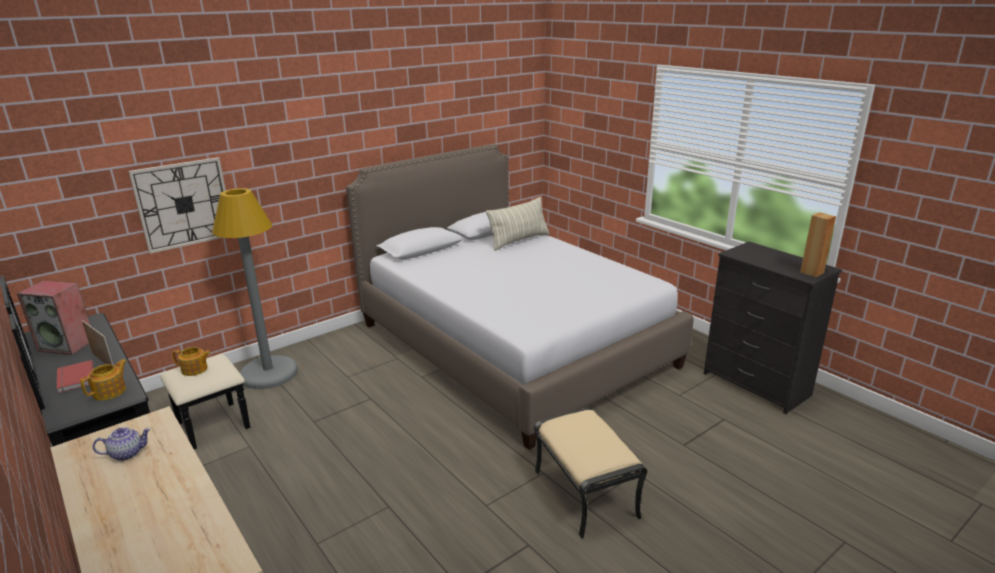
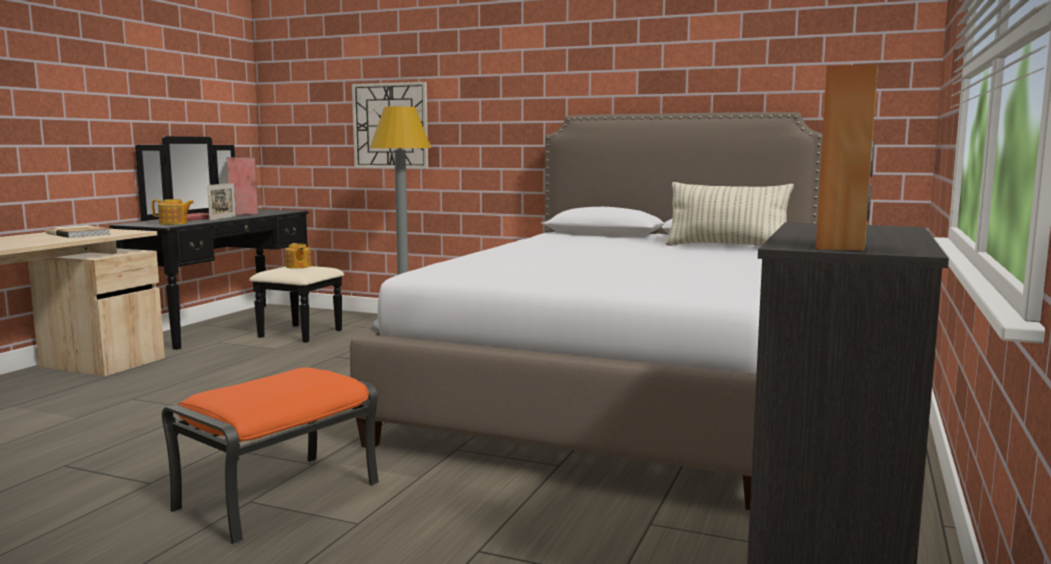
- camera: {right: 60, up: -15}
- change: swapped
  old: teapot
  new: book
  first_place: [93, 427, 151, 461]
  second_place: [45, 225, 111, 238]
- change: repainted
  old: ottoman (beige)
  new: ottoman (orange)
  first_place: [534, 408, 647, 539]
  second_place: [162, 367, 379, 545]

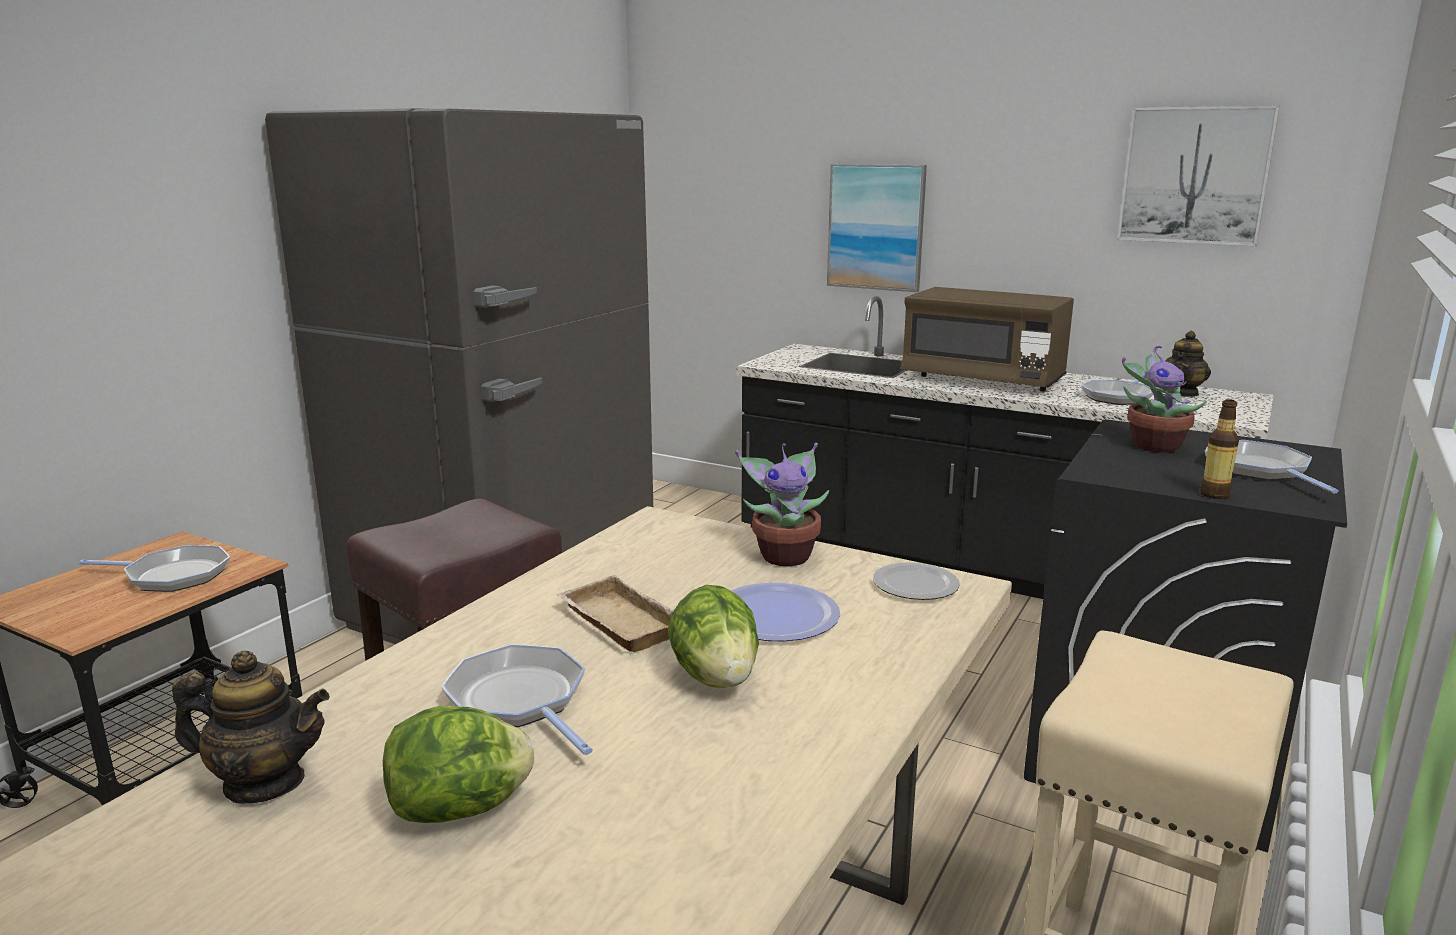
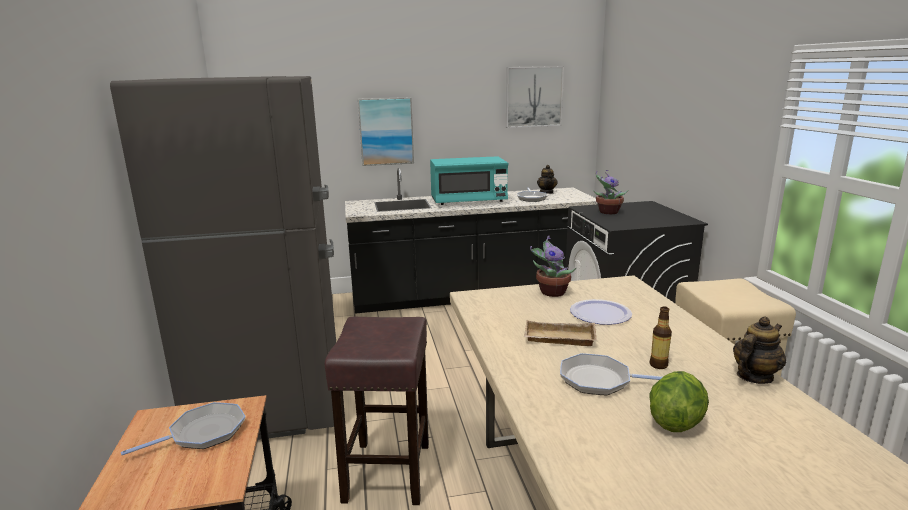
- camera: {right: -40, up: 0}
- change: gone
  old: lettuce
  first_place: [668, 585, 759, 688]
- change: gone
  old: plate
  first_place: [873, 562, 960, 600]
- change: gone
  old: frying pan
  first_place: [1205, 440, 1339, 493]
- change: shifted
  old: teapot
  first_place: [172, 650, 330, 804]
  second_place: [733, 316, 786, 384]
- change: shifted
  old: bottle
  first_place: [1200, 399, 1239, 499]
  second_place: [650, 306, 672, 369]
- change: repainted
  old: microwave (brown)
  new: microwave (turquoise)
  first_place: [901, 287, 1074, 392]
  second_place: [430, 157, 508, 205]

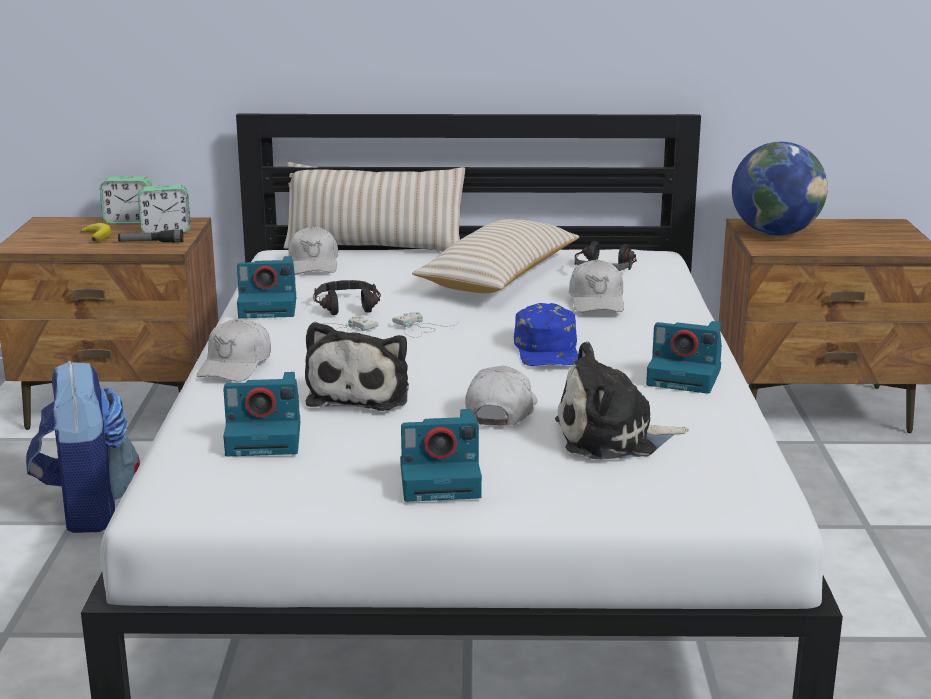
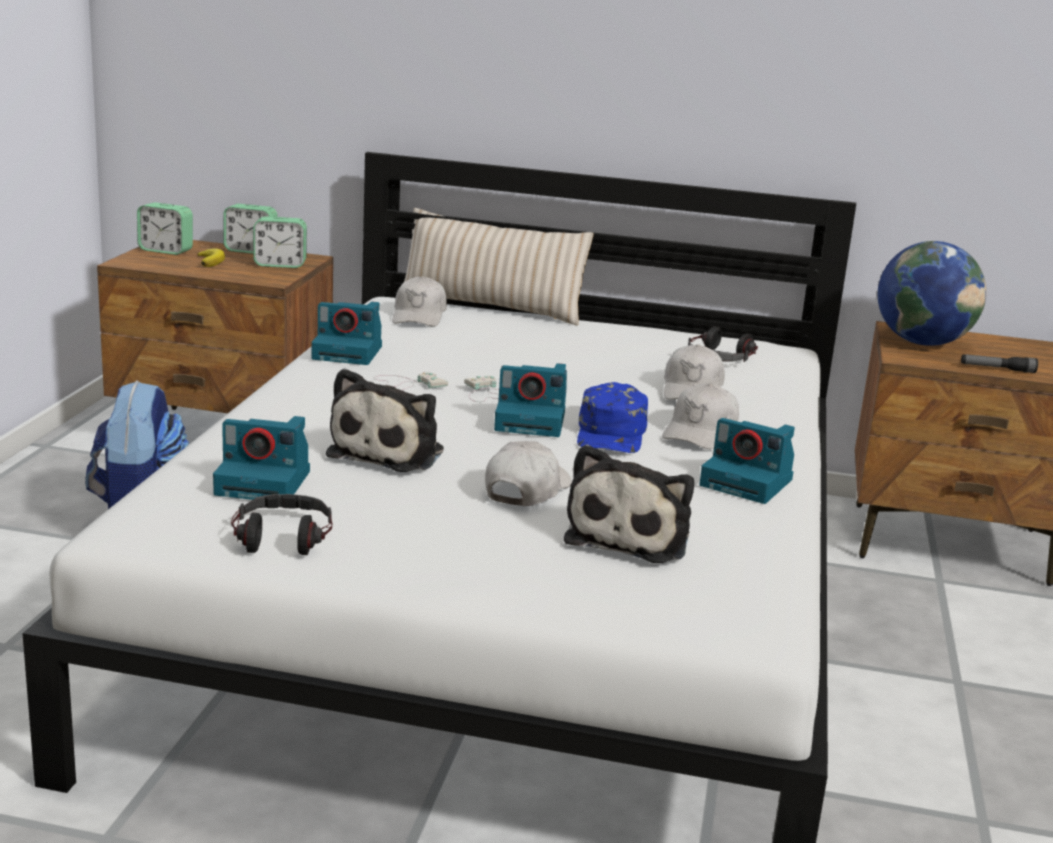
- camera: {right: 10, up: 0}
- change: gone
  old: pillow (beige)
  first_place: [412, 219, 579, 293]
- change: new
  new: alarm clock
  second_place: [137, 202, 193, 255]
- change: shifted
  old: flashlight
  first_place: [118, 229, 184, 243]
  second_place: [961, 354, 1038, 373]
- change: shifted
  old: cap (white)
  first_place: [196, 319, 271, 382]
  second_place: [662, 383, 739, 449]
- change: shifted
  old: headphones
  first_place: [313, 280, 381, 315]
  second_place: [231, 494, 333, 555]
- change: shifted
  old: photo camera
  first_place: [400, 409, 482, 502]
  second_place: [494, 363, 567, 437]
- change: rotated
  old: plush toy
  first_place: [555, 342, 689, 459]
  second_place: [564, 444, 694, 563]
  degrees: -75

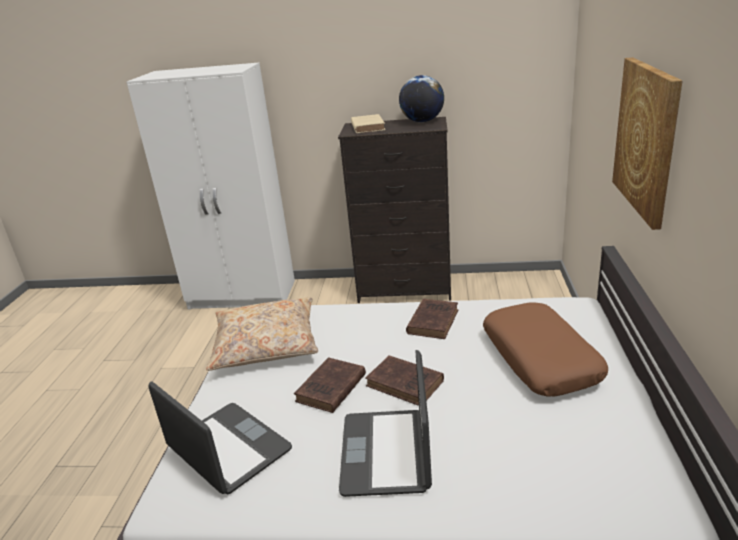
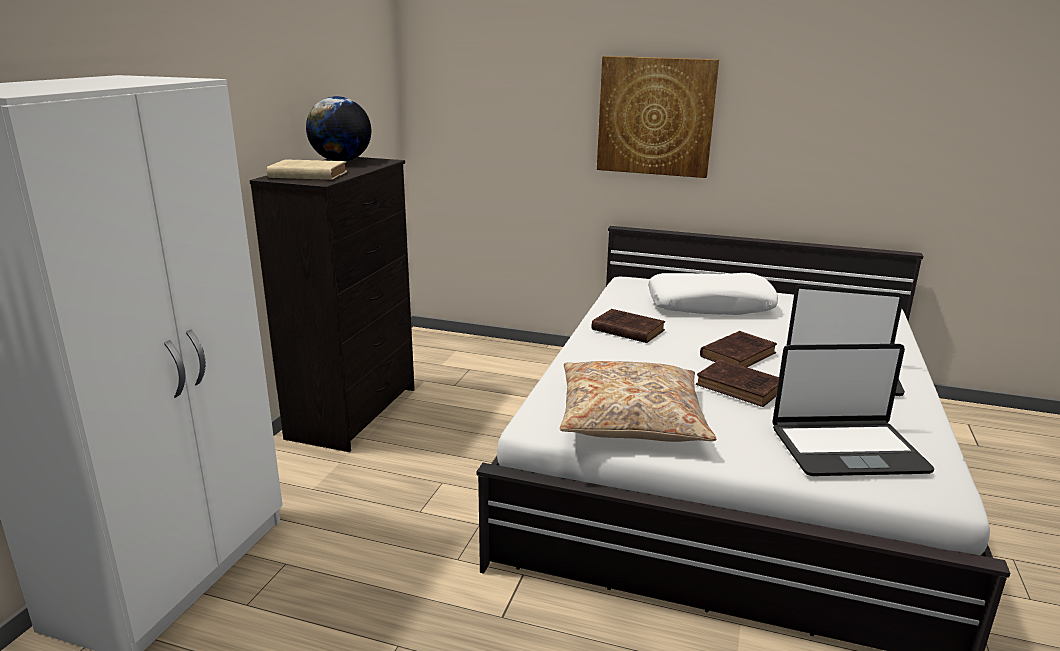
- camera: {right: -80, up: -5}
- change: repainted
  old: pillow (brown)
  new: pillow (white)
  first_place: [483, 302, 608, 397]
  second_place: [648, 273, 778, 315]
- change: rotated
  old: laptop
  first_place: [149, 381, 292, 494]
  second_place: [772, 344, 934, 476]
  degrees: -150

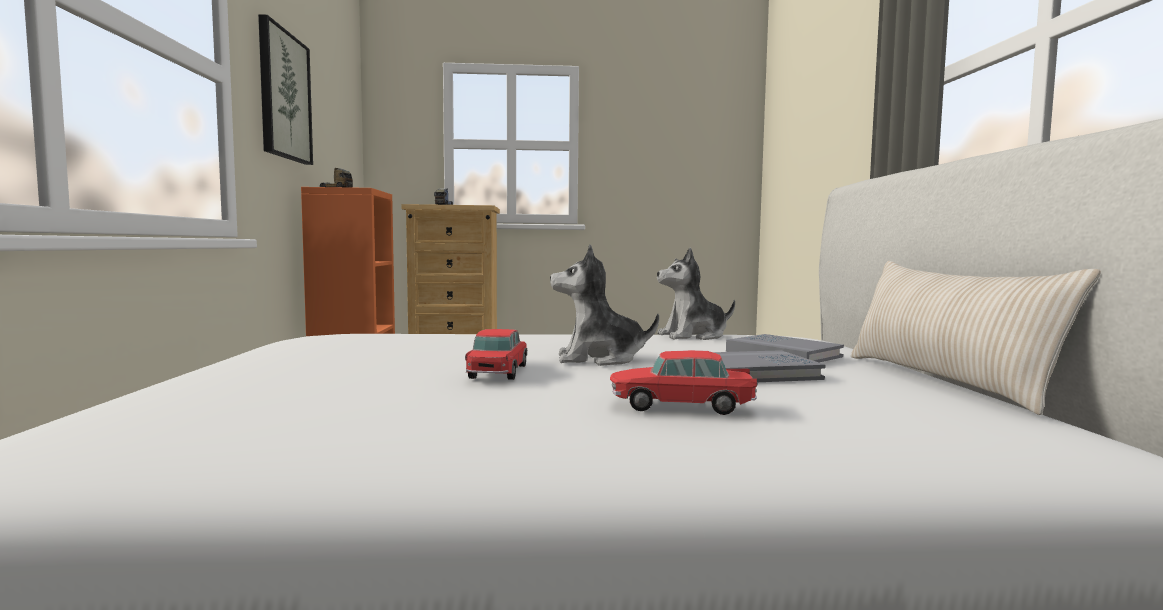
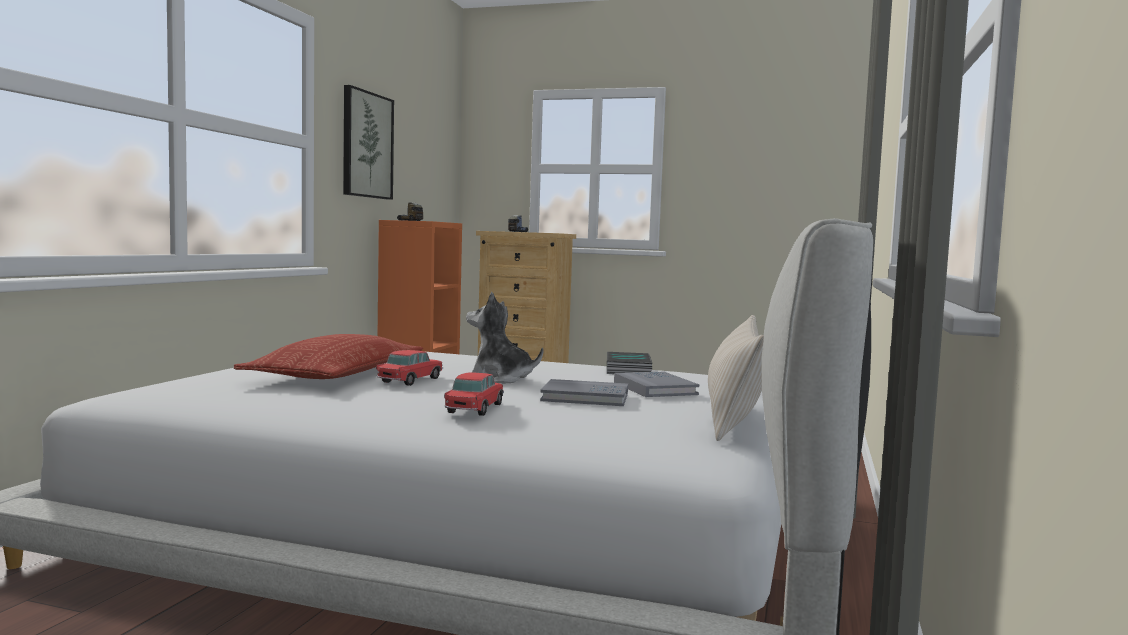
- camera: {right: 20, up: 0}
- change: new
  new: pillow
  second_place: [234, 334, 423, 379]
- change: swapped
  old: plush toy
  new: book
  first_place: [657, 247, 735, 340]
  second_place: [607, 352, 653, 374]
- change: rotated
  old: toy car
  first_place: [610, 350, 757, 415]
  second_place: [444, 373, 504, 416]
  degrees: 75

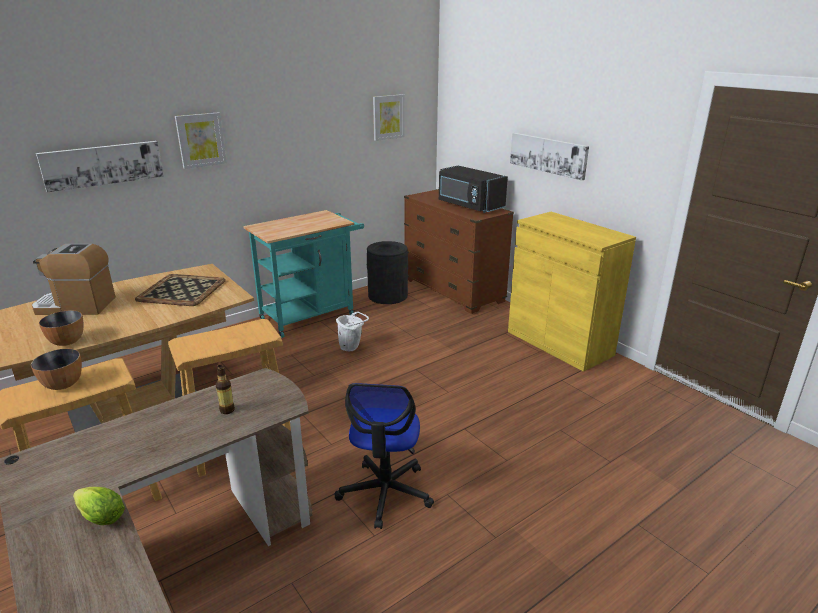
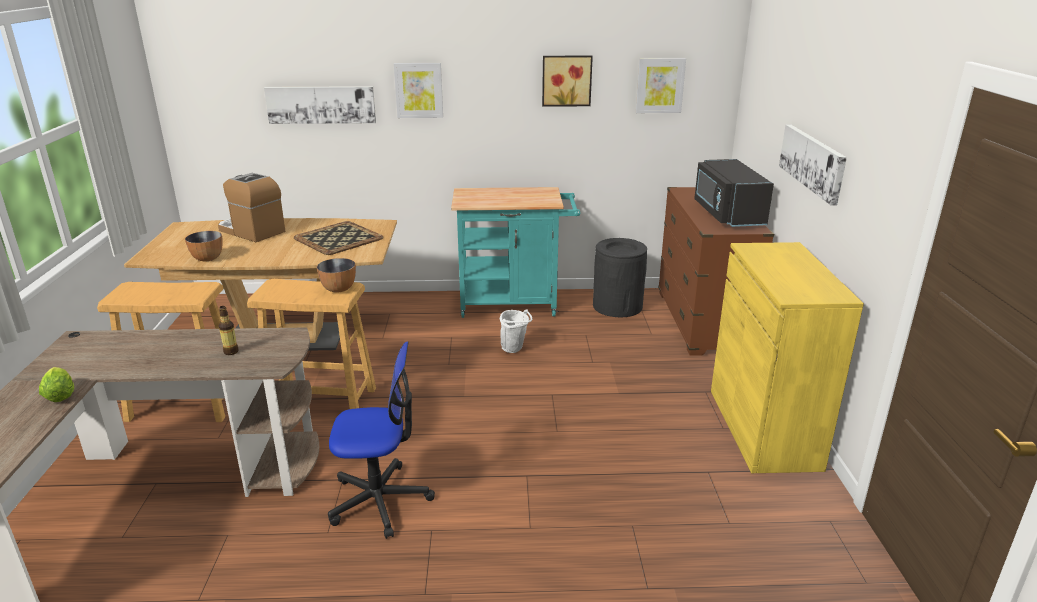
- camera: {right: 35, up: 0}
- change: new
  new: picture
  second_place: [542, 56, 593, 107]
- change: shifted
  old: bowl
  first_place: [31, 349, 82, 390]
  second_place: [317, 258, 356, 293]
- change: rotated
  old: office chair
  first_place: [334, 383, 434, 529]
  second_place: [328, 341, 435, 539]
  degrees: -135

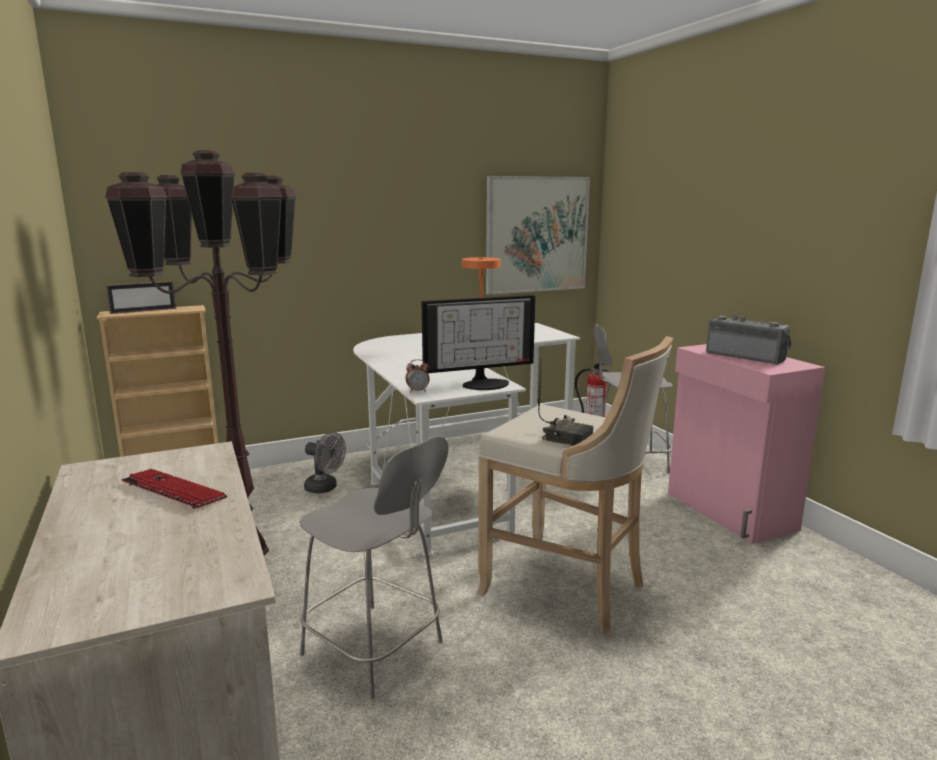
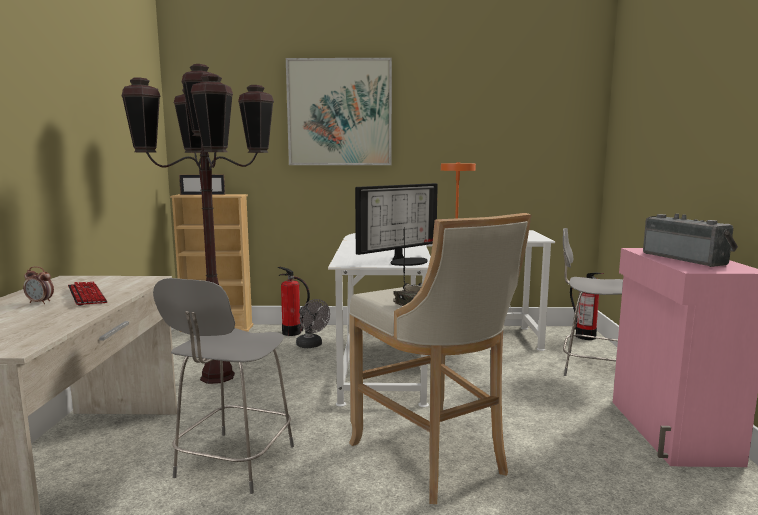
- camera: {right: 25, up: -5}
- change: new
  new: fire extinguisher
  second_place: [277, 267, 310, 336]
- change: shifted
  old: alarm clock
  first_place: [406, 359, 430, 392]
  second_place: [23, 266, 54, 304]
- change: shifted
  old: picture
  first_place: [486, 176, 590, 295]
  second_place: [286, 58, 392, 165]
- change: rotated
  old: chair (grey)
  first_place: [300, 436, 449, 699]
  second_place: [153, 278, 294, 494]
  degrees: 45
- change: rotated
  old: monitor
  first_place: [422, 295, 535, 390]
  second_place: [355, 183, 438, 266]
  degrees: -45

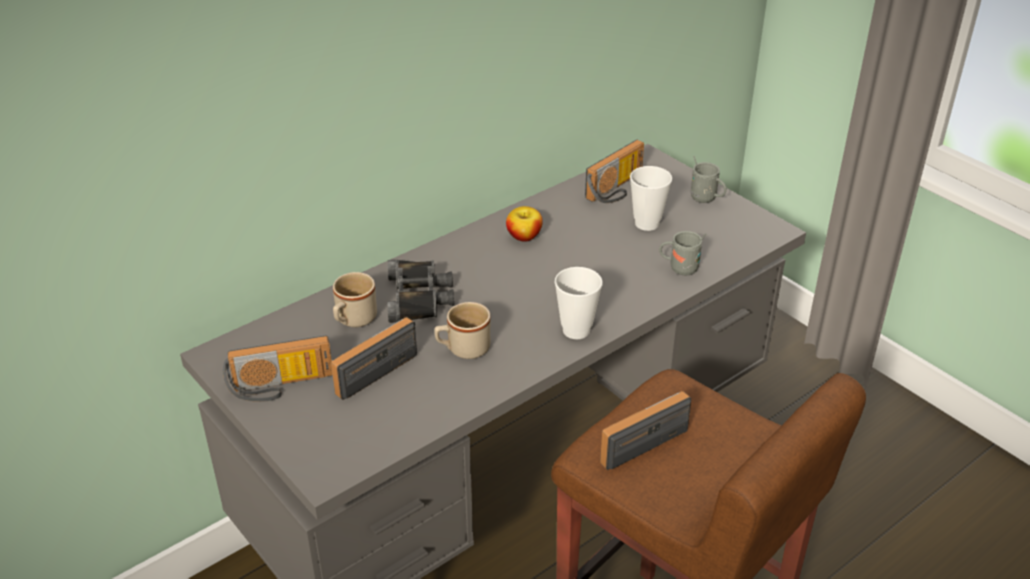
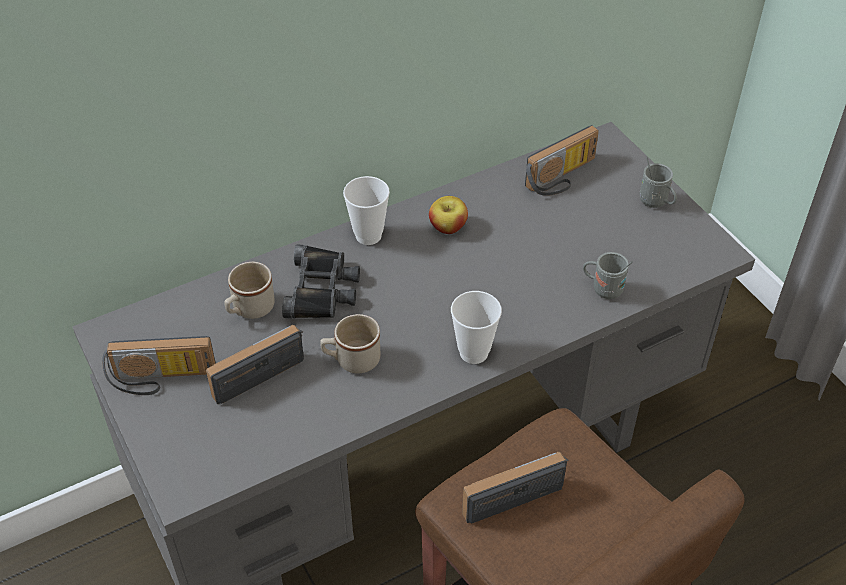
- camera: {right: 10, up: 10}
- change: shifted
  old: cup
  first_place: [630, 166, 672, 231]
  second_place: [343, 176, 390, 245]

